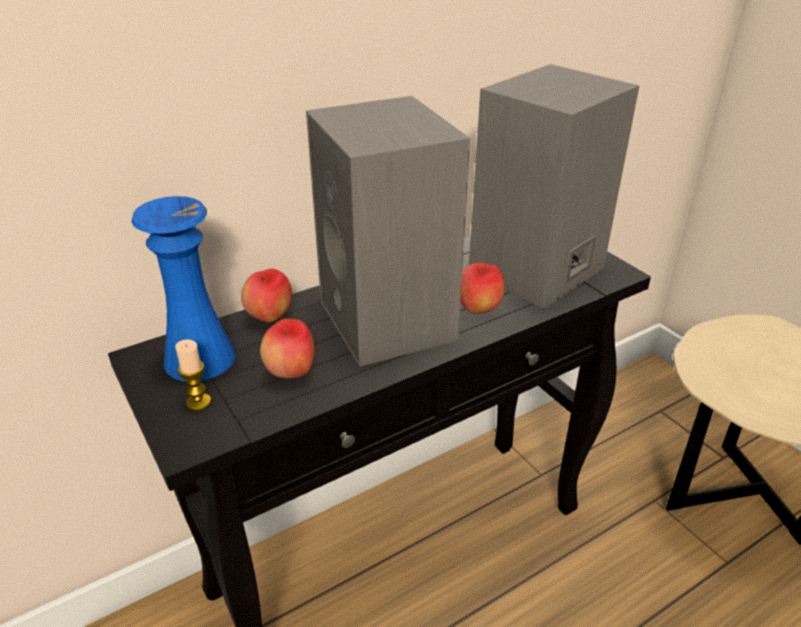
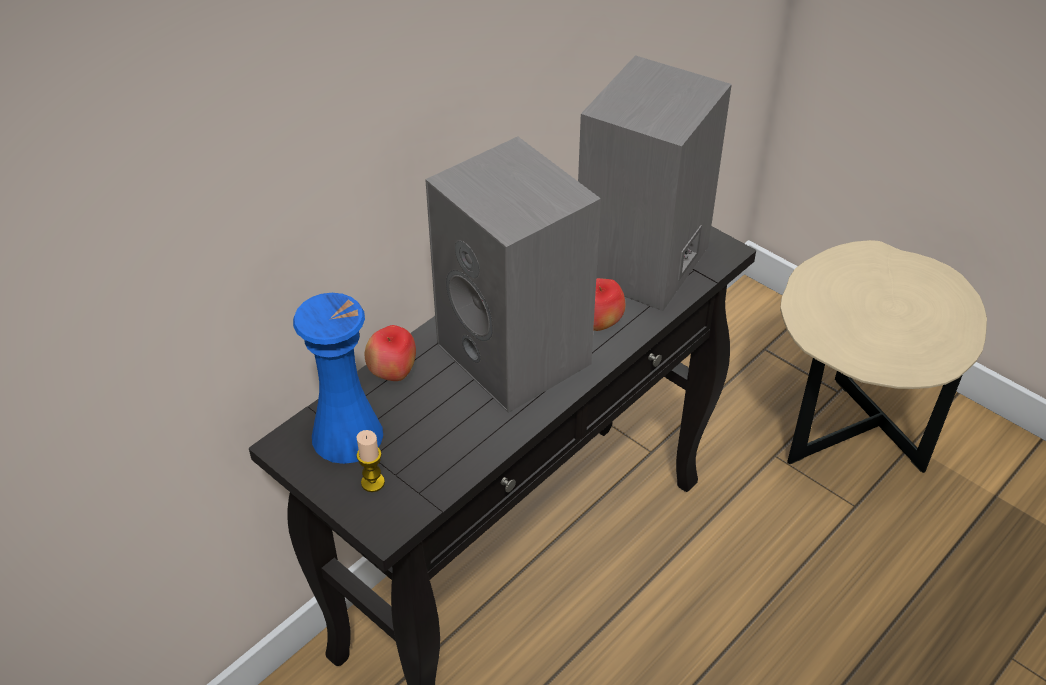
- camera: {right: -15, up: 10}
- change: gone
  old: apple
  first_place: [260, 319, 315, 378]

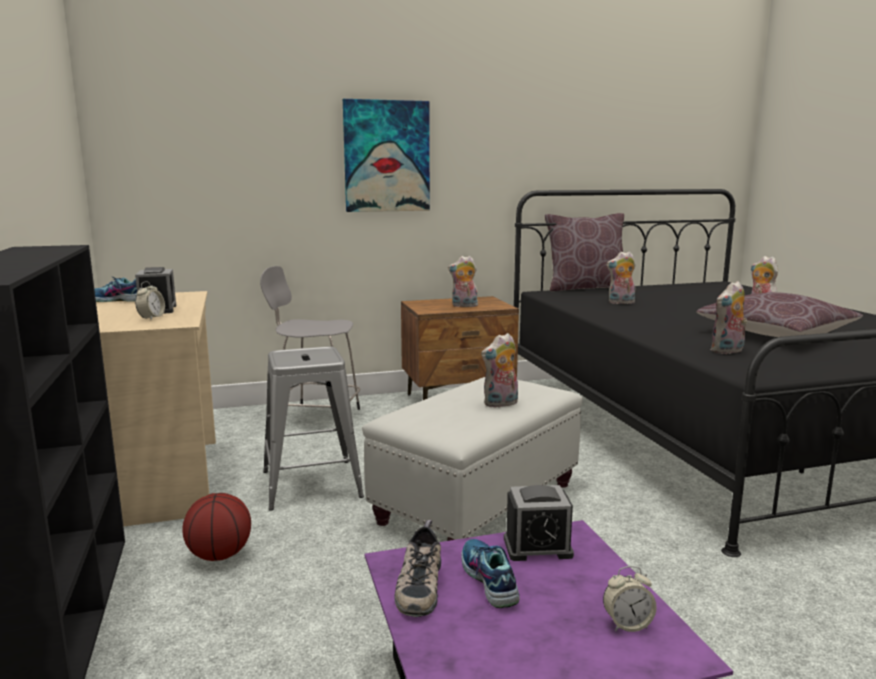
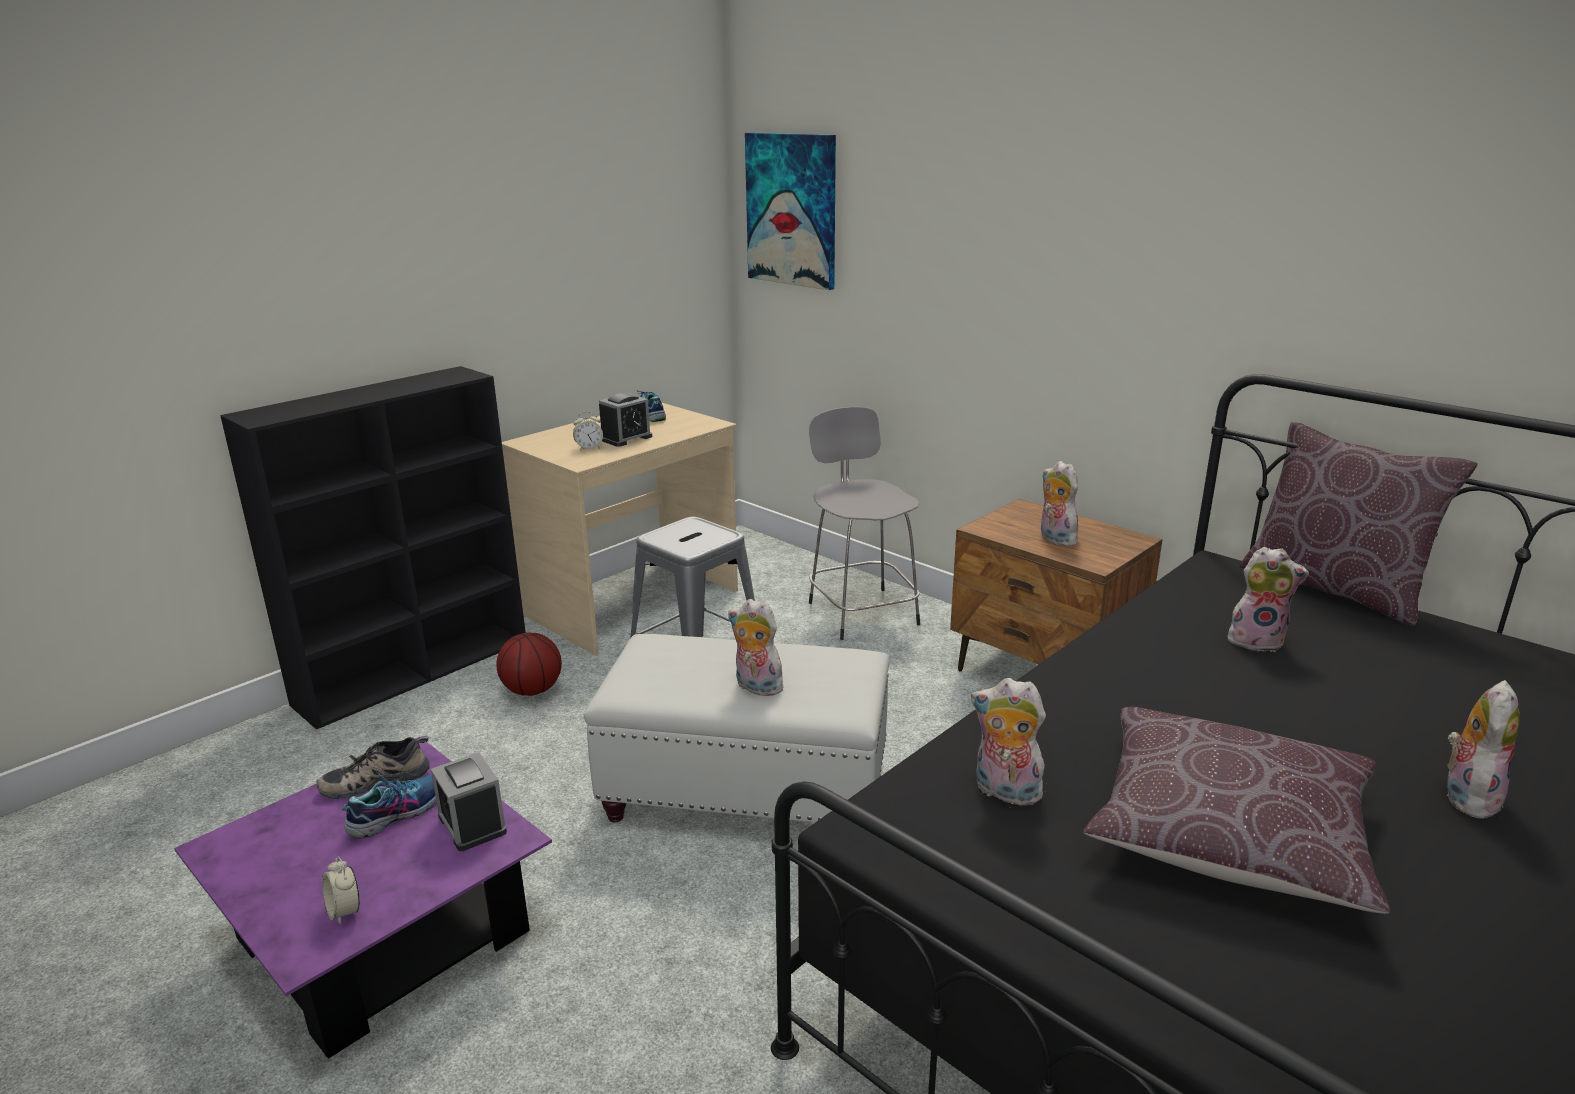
- camera: {right: 60, up: 10}
- change: shifted
  old: picture
  first_place: [343, 99, 430, 212]
  second_place: [745, 133, 836, 290]
- change: rotated
  old: plush toy
  first_place: [606, 252, 636, 304]
  second_place: [1228, 547, 1309, 652]
  degrees: 135

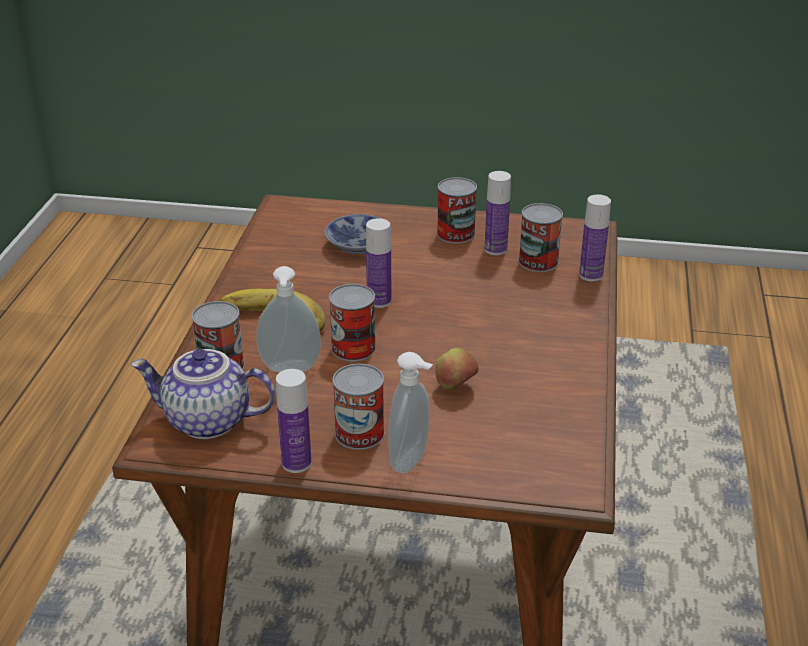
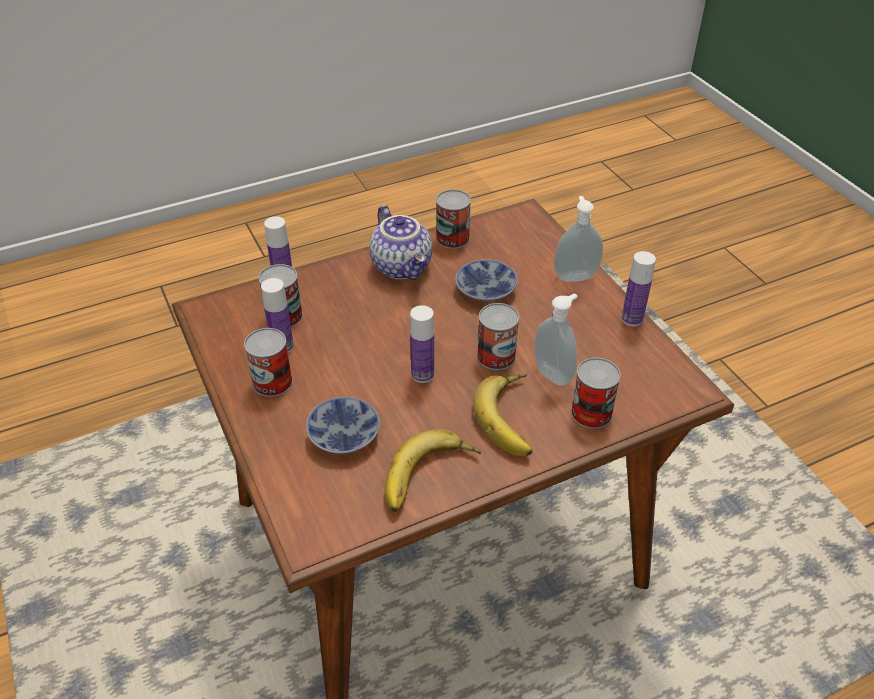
- camera: {right: -125, up: 10}
- change: new
  new: banana
  second_place: [385, 429, 481, 512]
- change: shifted
  old: teapot
  first_place: [131, 349, 275, 439]
  second_place: [369, 205, 432, 280]
- change: shifted
  old: can
  first_place: [333, 364, 385, 450]
  second_place: [436, 189, 471, 249]
- change: swapped
  old: apple
  new: bowl
  first_place: [435, 348, 478, 390]
  second_place: [455, 260, 518, 302]

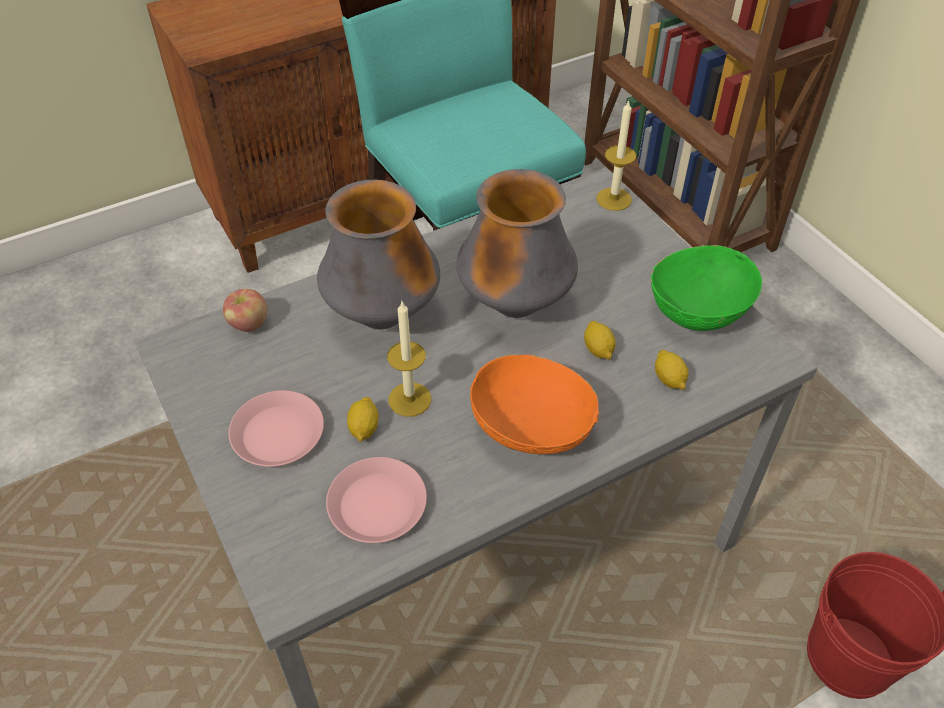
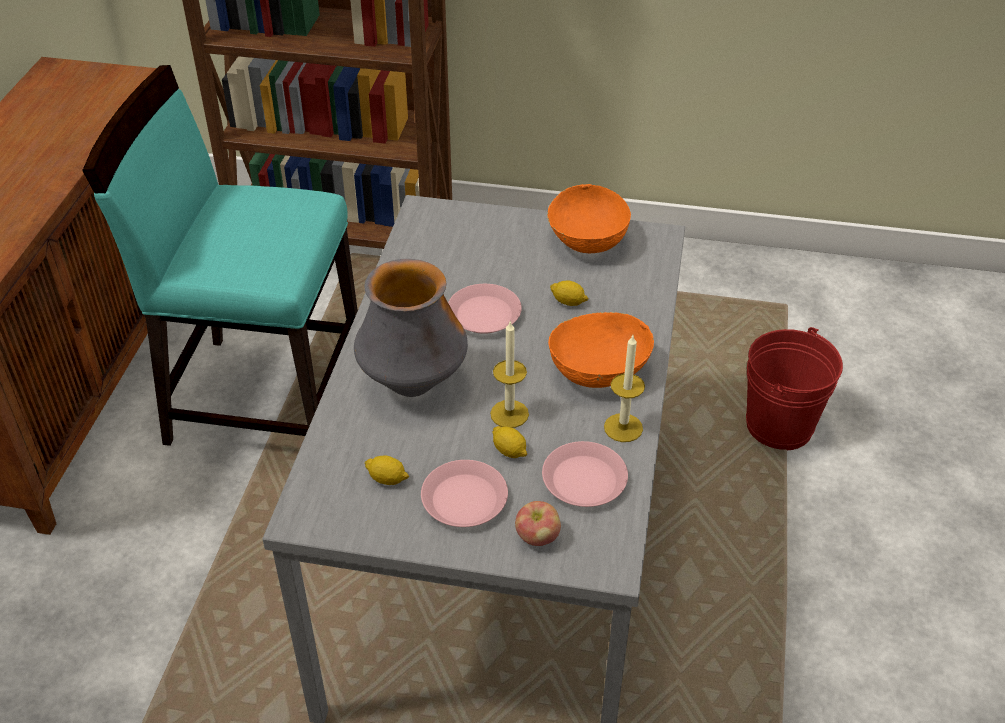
- camera: {right: -50, up: -5}
- change: shifted
  old: apple
  first_place: [223, 289, 267, 332]
  second_place: [515, 501, 561, 546]
- change: shifted
  old: candle
  first_place: [597, 100, 636, 211]
  second_place: [604, 335, 645, 442]
- change: shifted
  old: lemon
  first_place: [655, 350, 689, 390]
  second_place: [364, 455, 409, 485]
- change: swapped
  old: vase
  new: plate (pink)
  first_place: [456, 169, 578, 318]
  second_place: [448, 284, 522, 334]
- change: repainted
  old: bowl (green)
  new: bowl (orange)
  first_place: [651, 245, 762, 331]
  second_place: [547, 184, 631, 253]

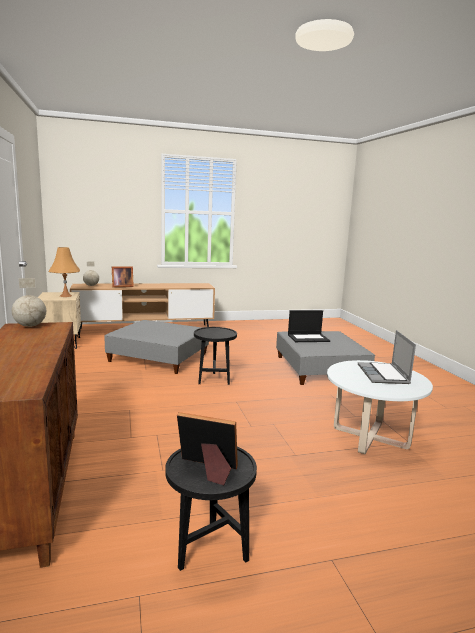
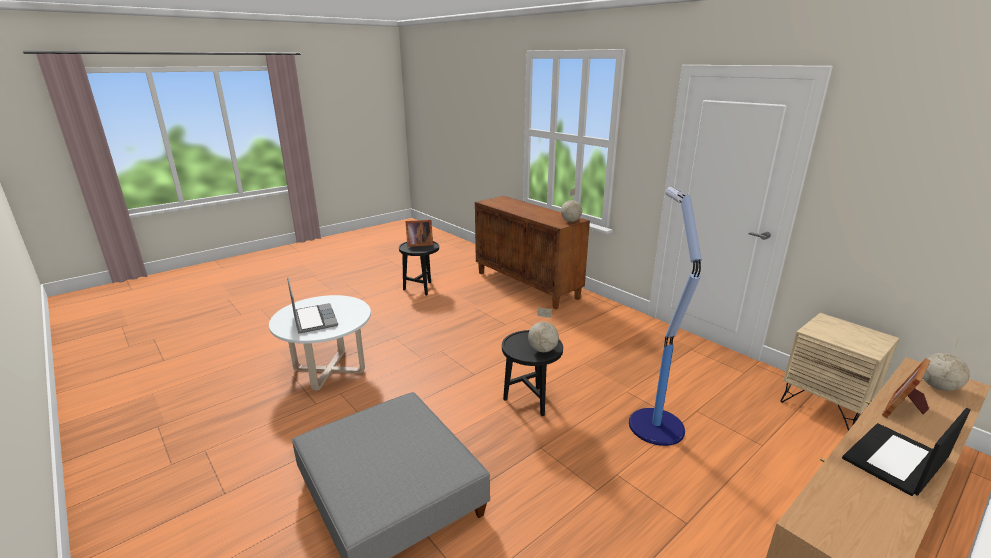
- camera: {right: 155, up: 10}
- change: gone
  old: table lamp (orange)
  first_place: [48, 247, 80, 297]
- change: new
  new: globe
  second_place: [528, 307, 559, 352]
- change: shifted
  old: laptop
  first_place: [288, 310, 330, 342]
  second_place: [842, 408, 971, 496]
- change: swapped
  old: ottoman (grey)
  new: floor lamp
  first_place: [104, 320, 209, 374]
  second_place: [629, 187, 702, 446]

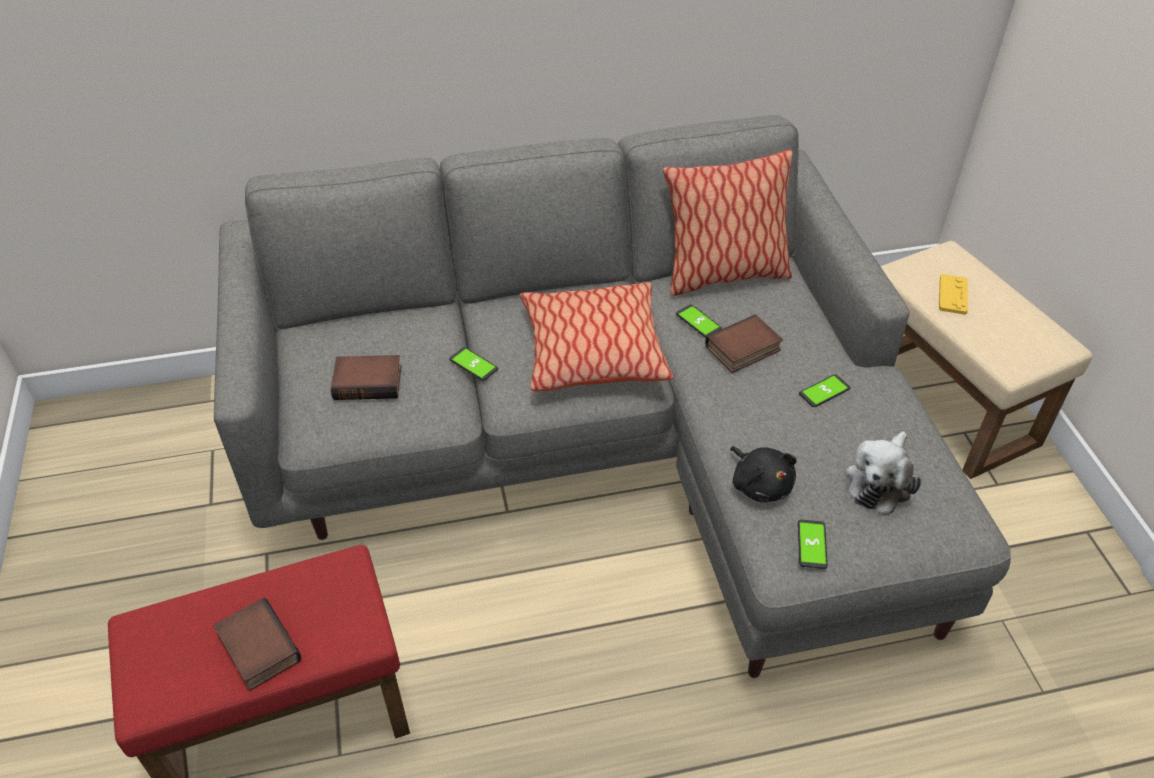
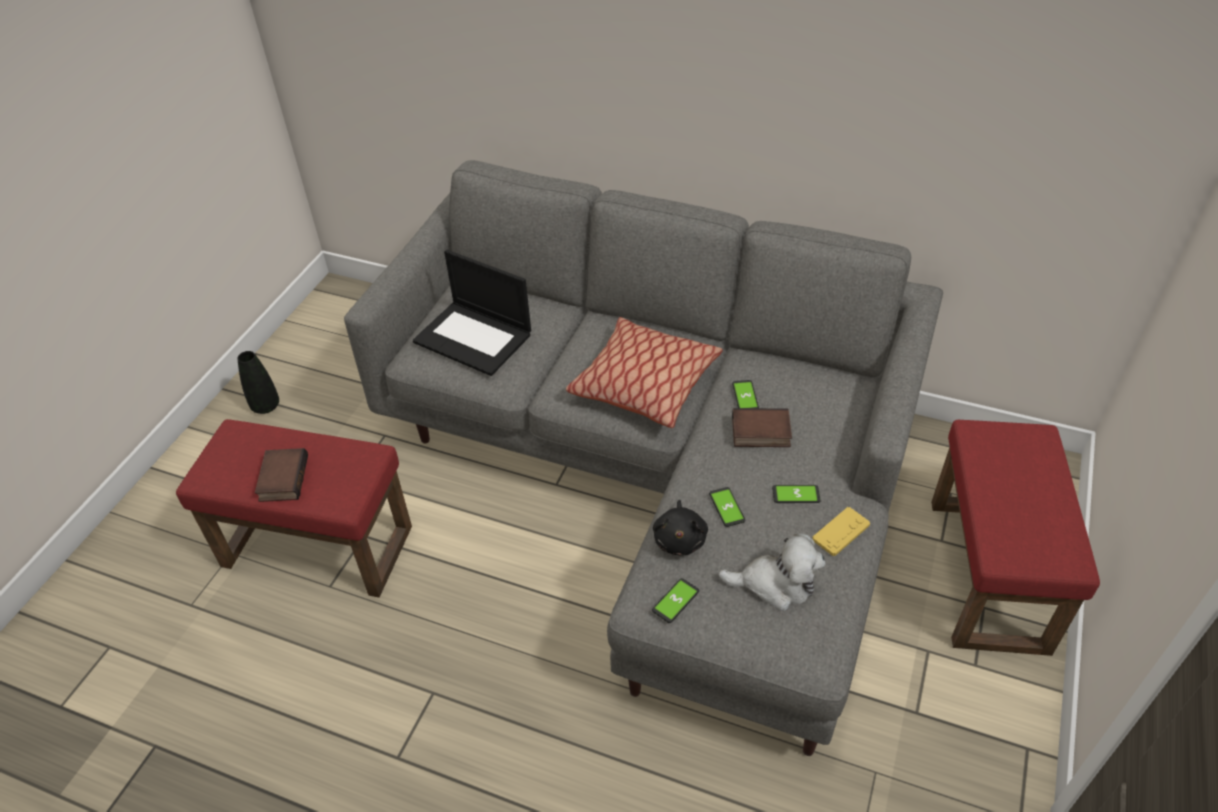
- camera: {right: 35, up: 0}
- change: gone
  old: pillow
  first_place: [663, 150, 793, 296]
- change: new
  new: vase (black)
  second_place: [238, 351, 279, 414]
- change: shifted
  old: phone
  first_place: [449, 347, 498, 381]
  second_place: [709, 487, 745, 527]
- change: shifted
  old: game controller (yellow)
  first_place: [939, 274, 968, 315]
  second_place: [812, 507, 870, 556]
- change: swapped
  old: book
  new: laptop
  first_place: [331, 355, 401, 400]
  second_place: [413, 250, 531, 376]
- change: repainted
  old: ottoman (beige)
  new: ottoman (red)
  first_place: [880, 241, 1092, 479]
  second_place: [931, 420, 1100, 656]
- change: rotated
  old: plush toy
  first_place: [845, 431, 921, 516]
  second_place: [718, 532, 825, 611]
  degrees: -150

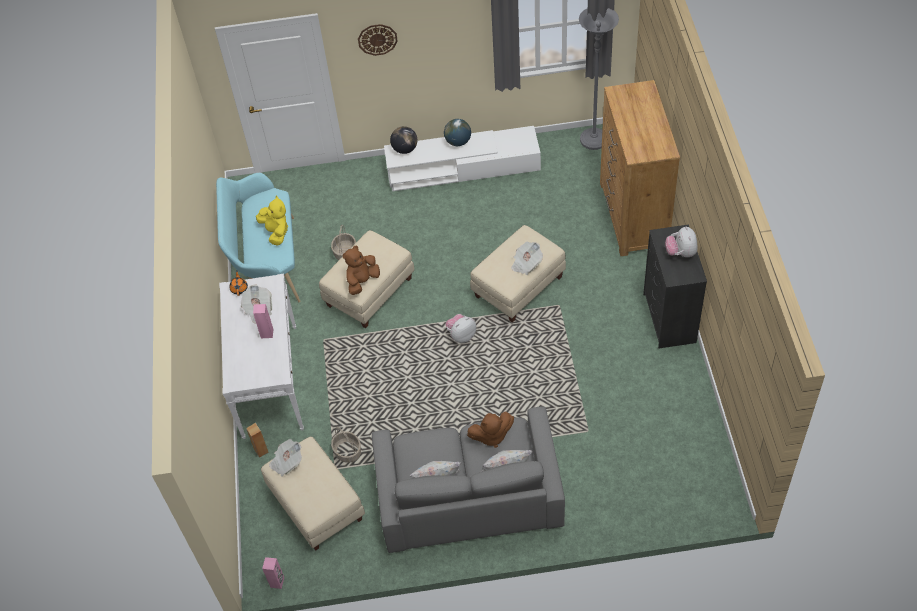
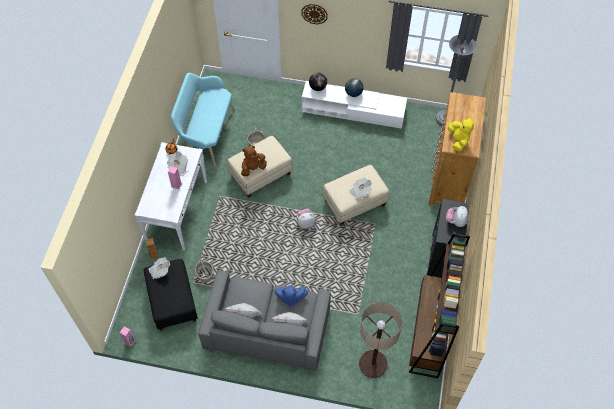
- camera: {right: 15, up: 5}
- change: new
  new: floor lamp
  second_place: [359, 302, 402, 378]
- change: new
  new: bookcase (brown)
  second_place: [409, 233, 470, 378]
- change: shifted
  old: plush toy (yellow)
  first_place: [256, 196, 288, 246]
  second_place: [448, 117, 474, 151]
- change: repainted
  old: ottoman (beige)
  new: ottoman (black)
  first_place: [261, 437, 365, 551]
  second_place: [144, 259, 198, 330]
- change: repainted
  old: plush toy (brown)
  new: plush toy (blue)
  first_place: [467, 412, 514, 448]
  second_place: [275, 285, 308, 307]

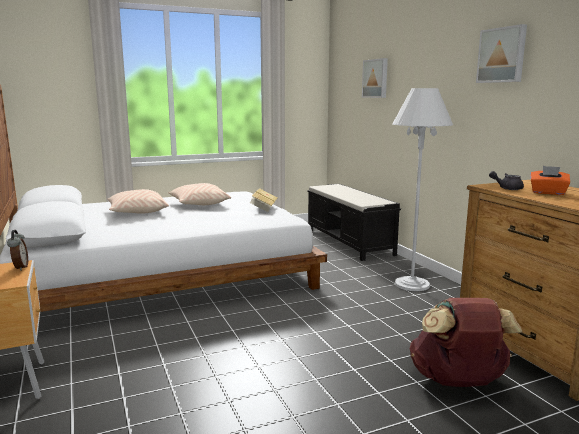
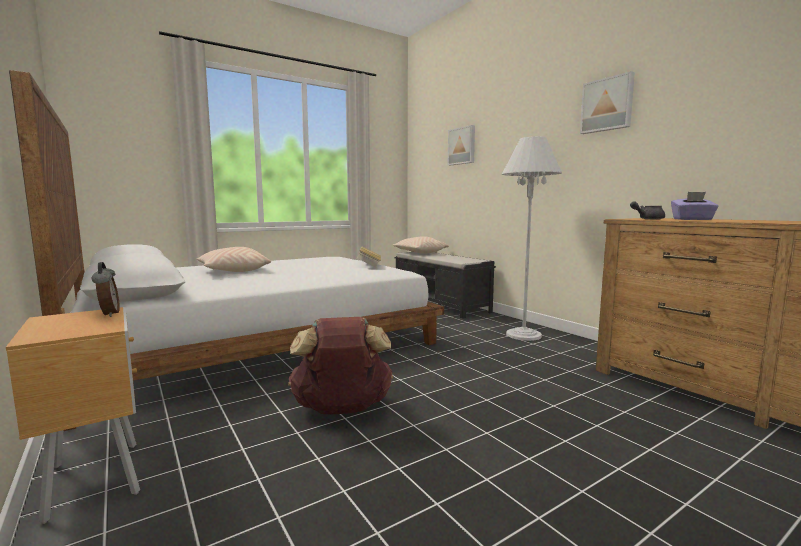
- camera: {right: -10, up: -5}
- change: shifted
  old: pillow (beige)
  first_place: [168, 183, 231, 205]
  second_place: [393, 236, 449, 253]
- change: shifted
  old: backpack (brown)
  first_place: [410, 298, 523, 387]
  second_place: [288, 317, 393, 414]
- change: repainted
  old: tissue box (orange)
  new: tissue box (purple)
  first_place: [530, 166, 570, 195]
  second_place: [671, 192, 719, 220]

